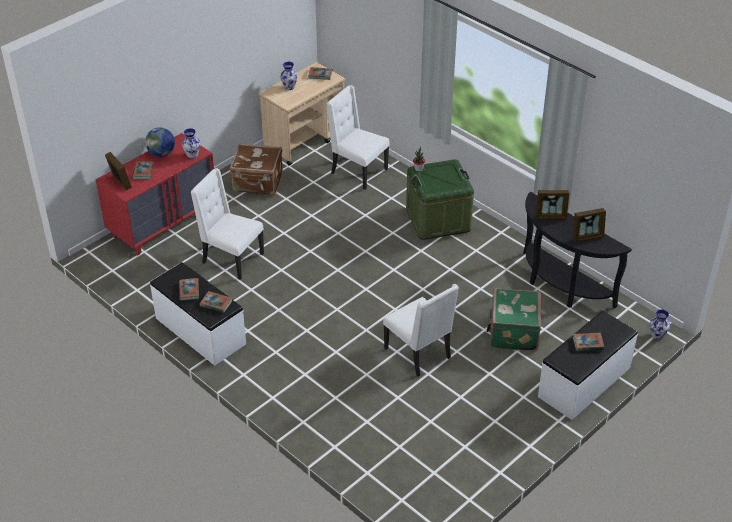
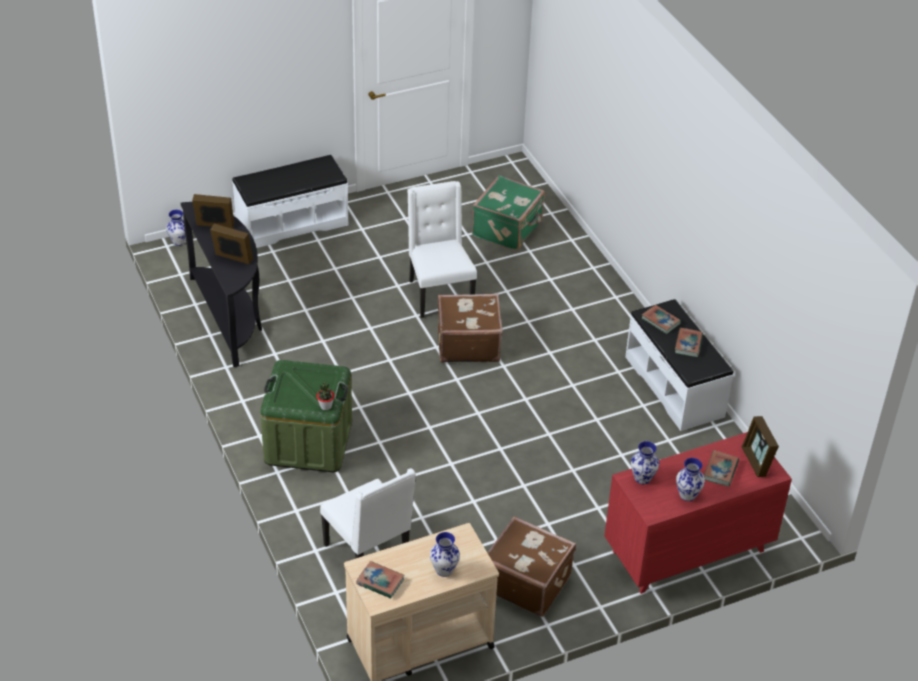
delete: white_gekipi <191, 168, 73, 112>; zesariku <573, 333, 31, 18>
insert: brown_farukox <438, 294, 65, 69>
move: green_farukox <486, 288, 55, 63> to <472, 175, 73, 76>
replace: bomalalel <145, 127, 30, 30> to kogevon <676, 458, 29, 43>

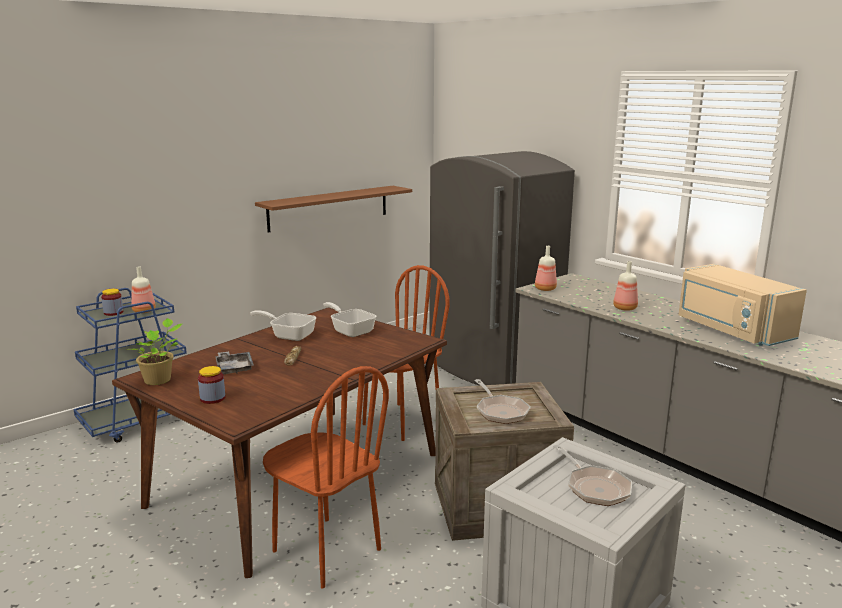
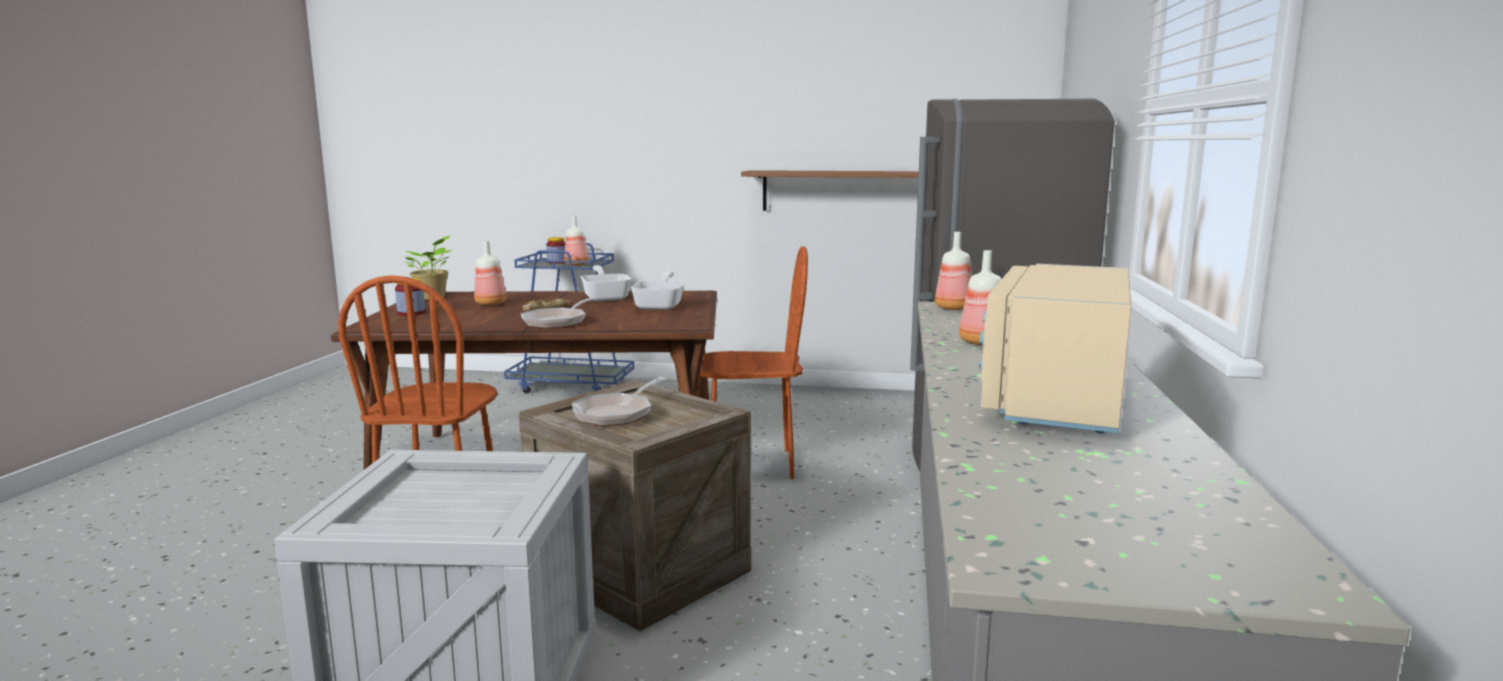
move: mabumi <553, 445, 79, 61> to <521, 297, 76, 32>
replace: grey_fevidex <215, 351, 39, 23> to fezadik <474, 240, 32, 65>

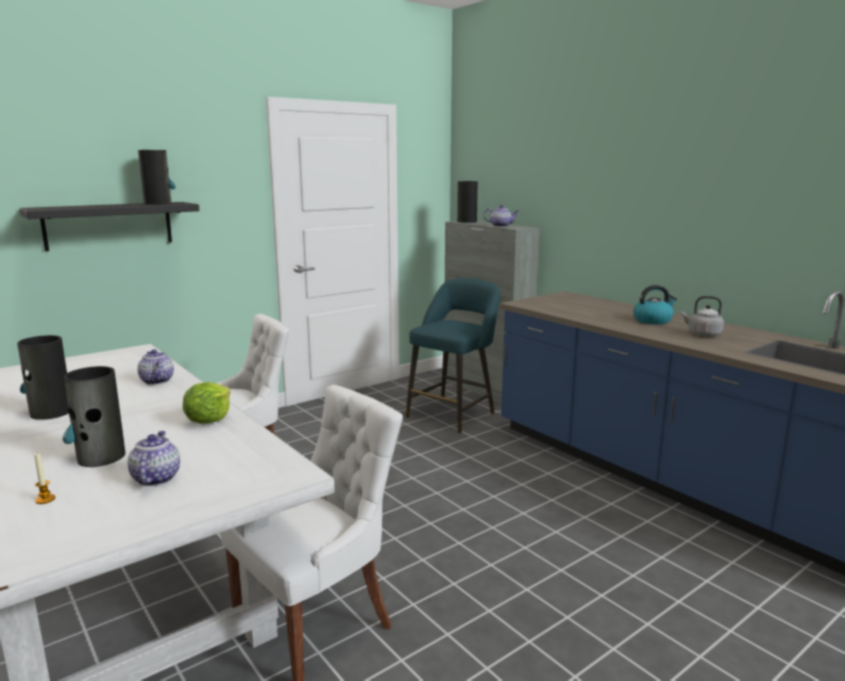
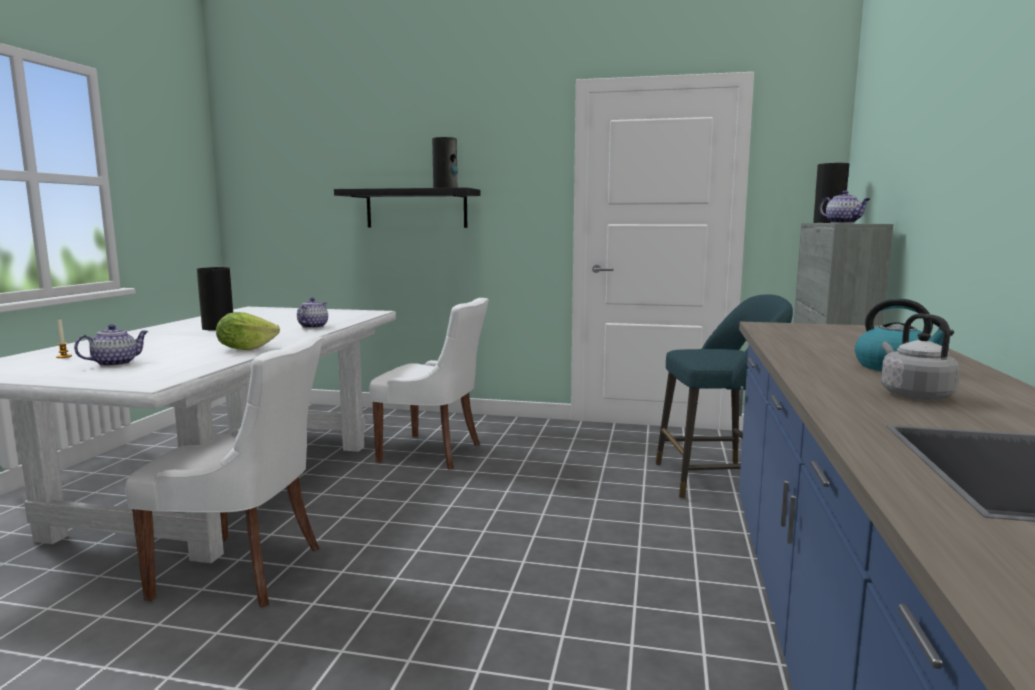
delete: kogevon <63, 366, 62, 101>

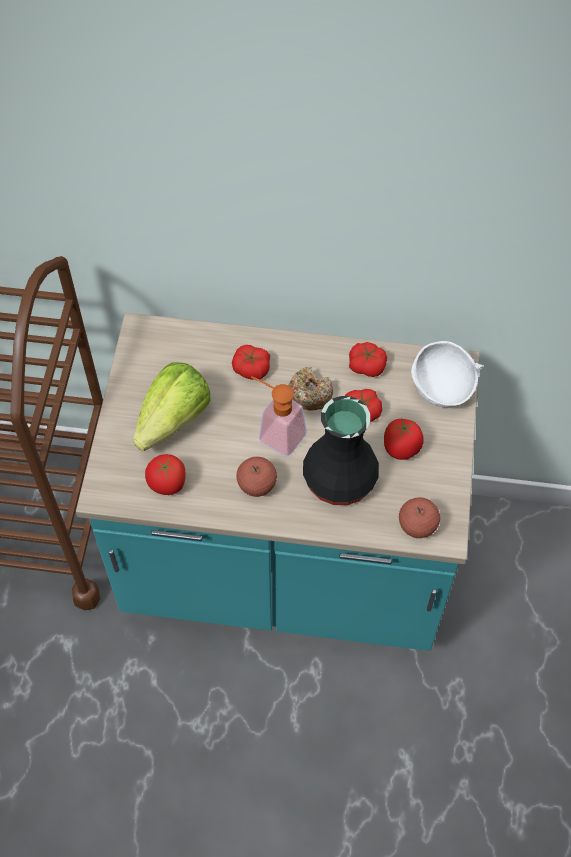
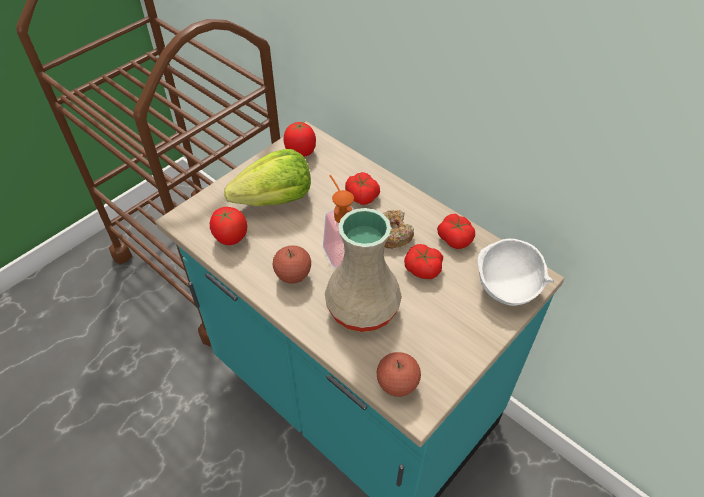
move: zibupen <384, 419, 40, 41> to <283, 122, 33, 35>
recolor: black_kogevon <303, 396, 76, 109> to beige_kogevon <325, 208, 77, 124>

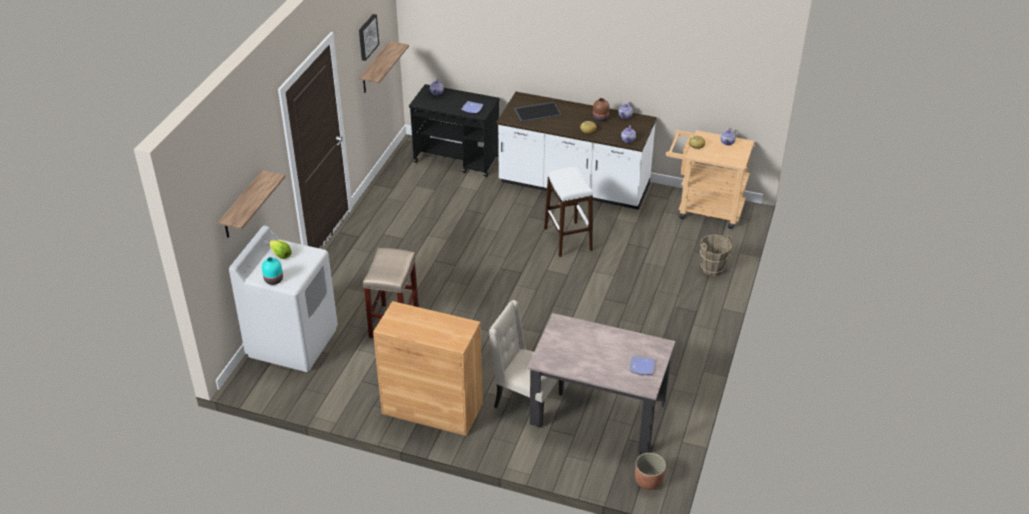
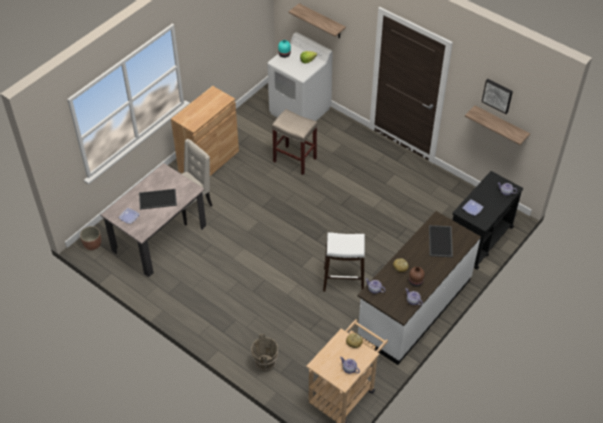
insert: fevidex <139, 189, 38, 21>

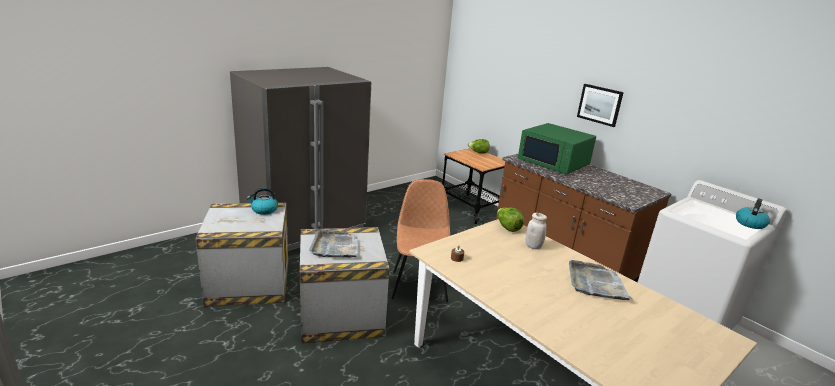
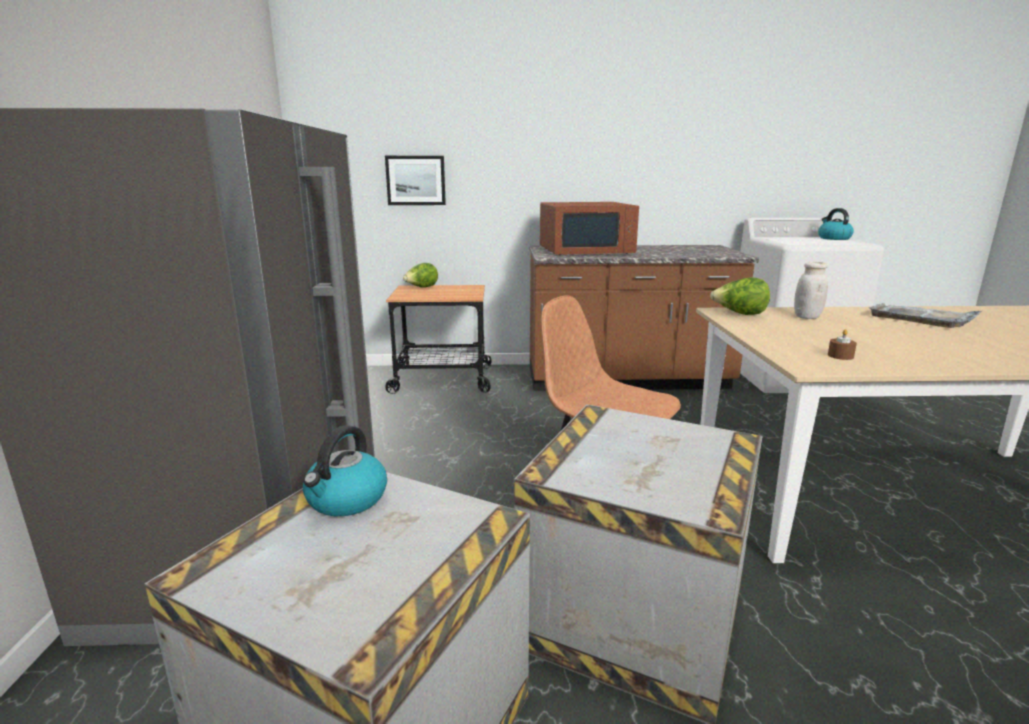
delete: grey_fevidex <309, 230, 49, 28>
move: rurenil <577, 84, 47, 43> to <385, 156, 61, 49>
recolor: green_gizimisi <518, 123, 78, 52> to brown_gizimisi <540, 202, 99, 53>

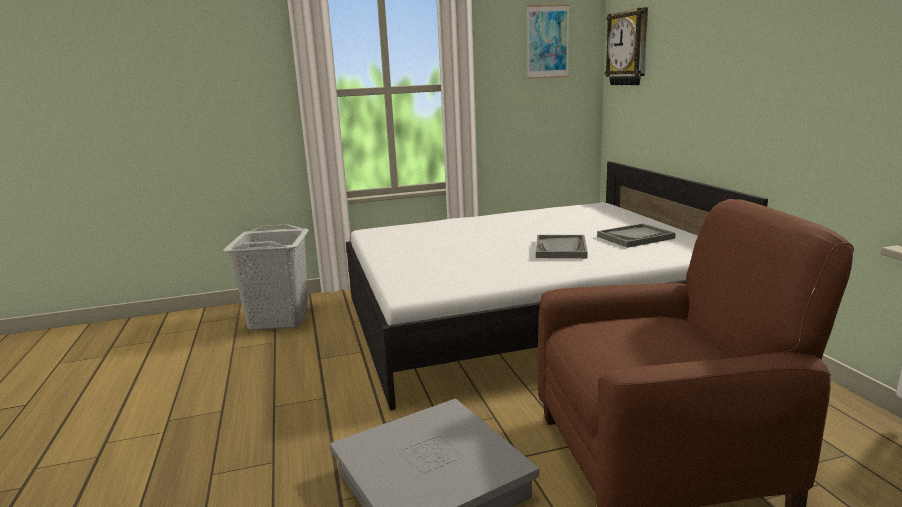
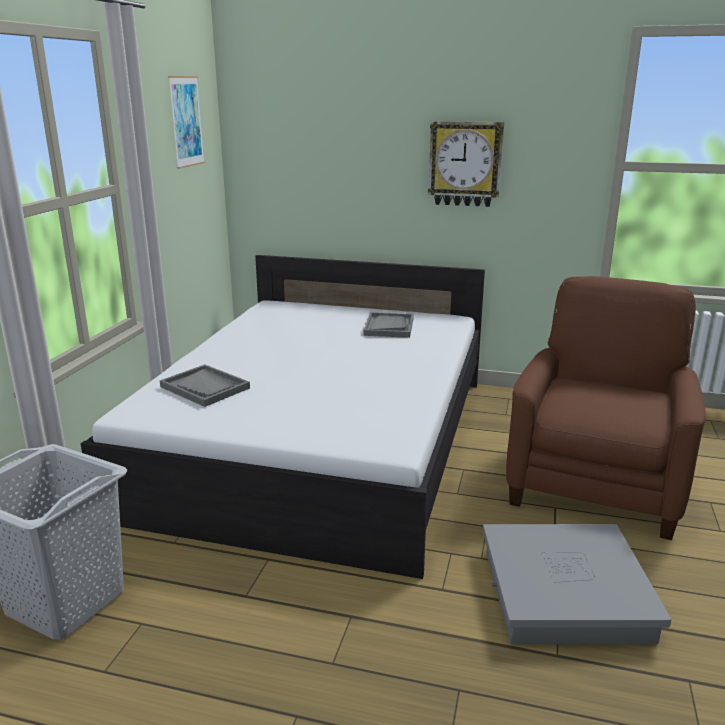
move: grey_fevidex <536, 235, 52, 23> to <160, 364, 90, 43>; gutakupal <605, 7, 43, 78> to <428, 121, 76, 86>

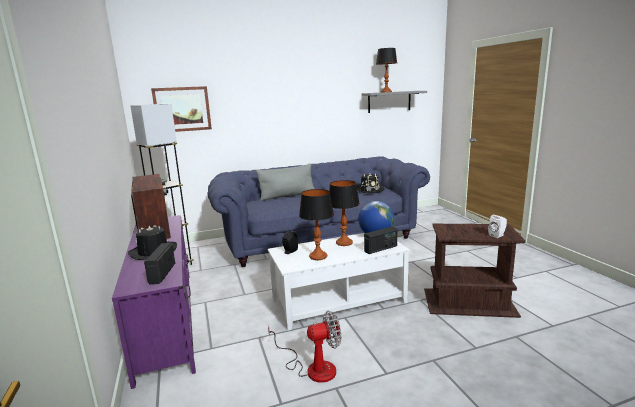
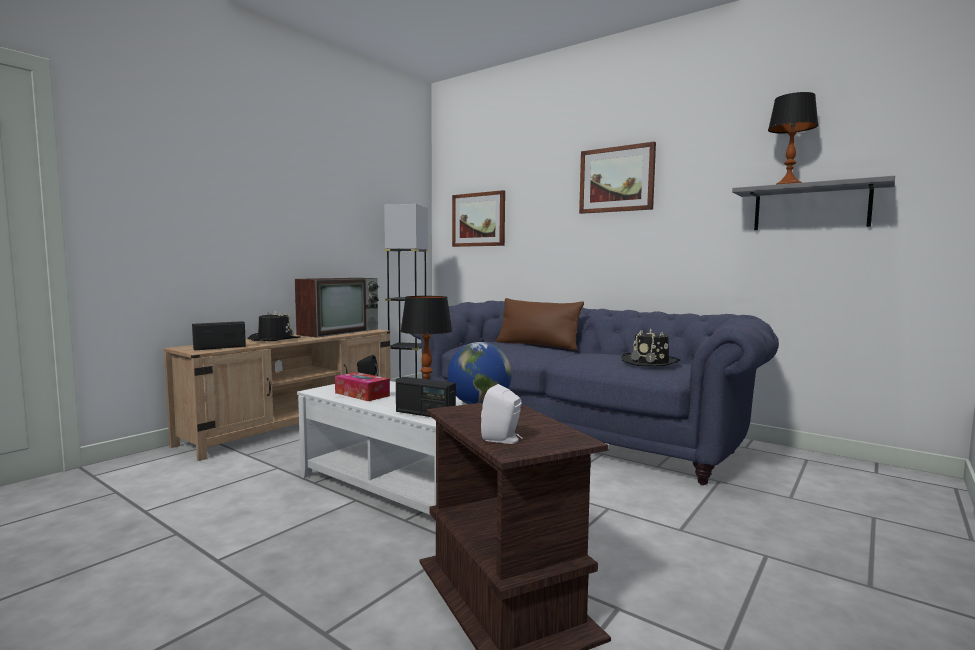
delete: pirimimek <268, 311, 73, 72>
insert: rurenil <579, 142, 77, 72>
replace: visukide <299, 189, 35, 71> to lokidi <335, 372, 55, 29>
recolor: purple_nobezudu <112, 215, 84, 174> to beige_nobezudu <164, 329, 227, 132>; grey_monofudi <256, 163, 59, 38> to brown_monofudi <497, 298, 87, 52>

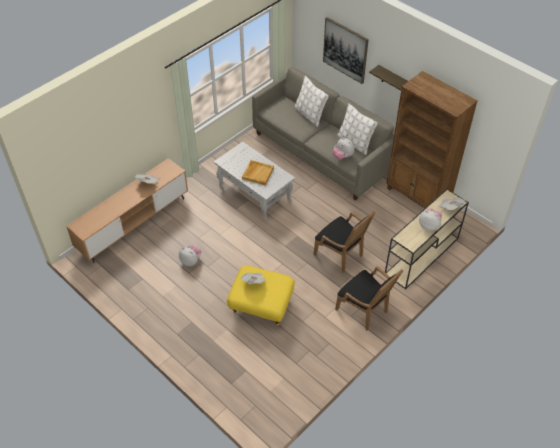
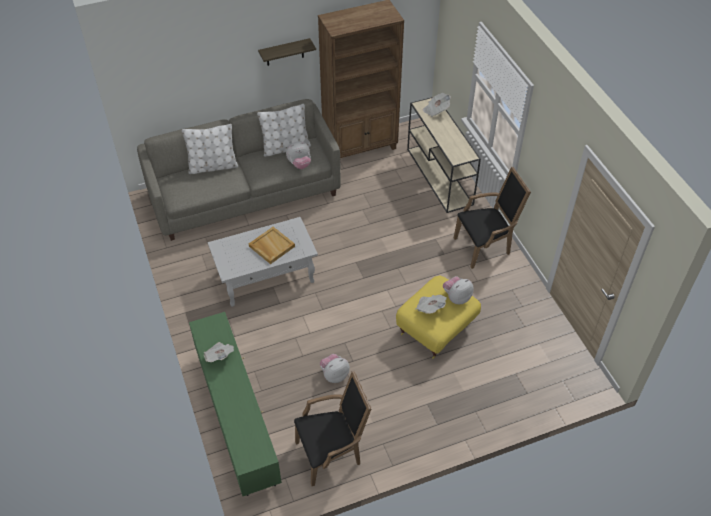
delete: rurenil <323, 17, 46, 67>
move: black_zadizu <313, 211, 62, 62> to <294, 371, 78, 115>; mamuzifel <419, 208, 23, 23> to <443, 276, 31, 28>
recolor: brown_nobezudu <66, 158, 122, 105> to green_nobezudu <189, 312, 93, 184>

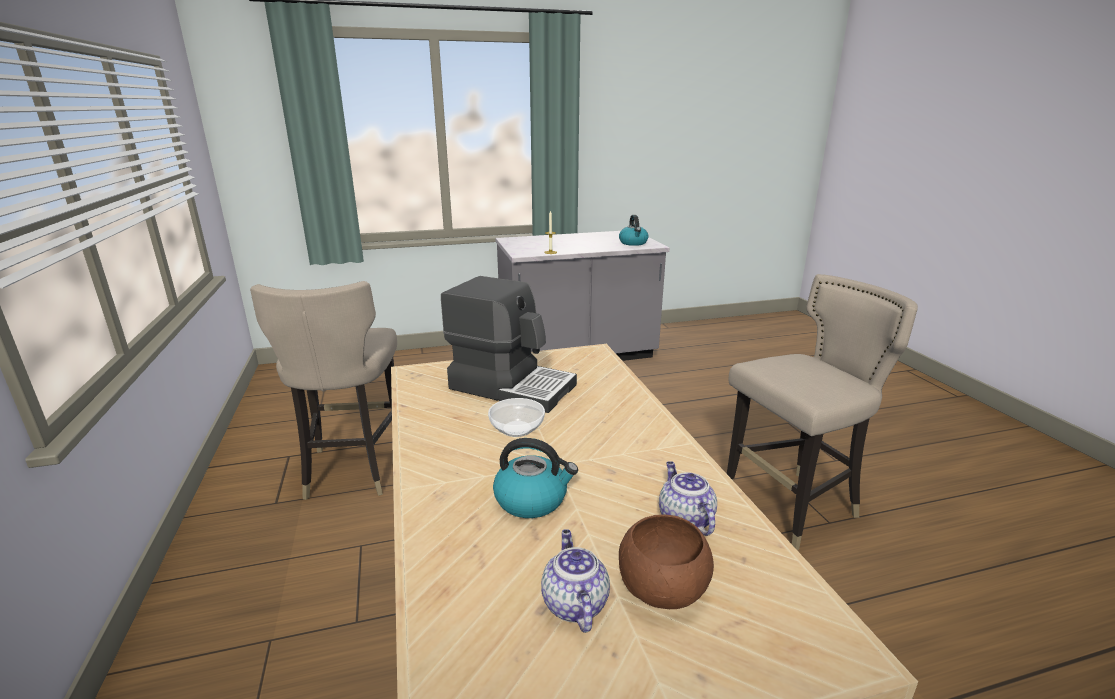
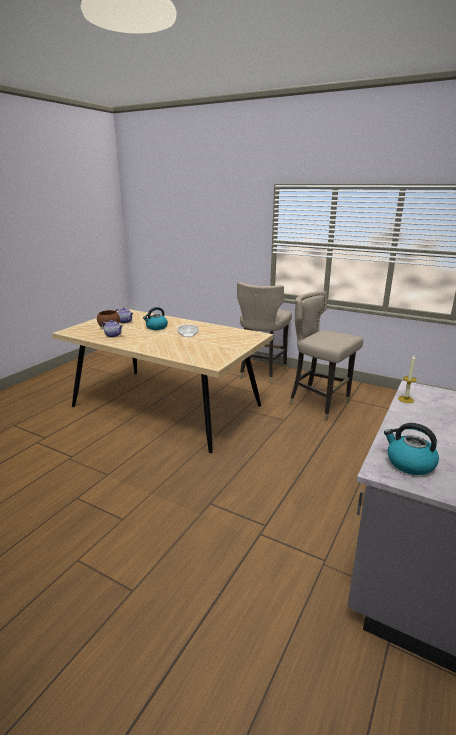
delete: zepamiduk <441, 276, 136, 137>
move: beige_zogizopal <727, 274, 191, 276> to <237, 282, 55, 102>

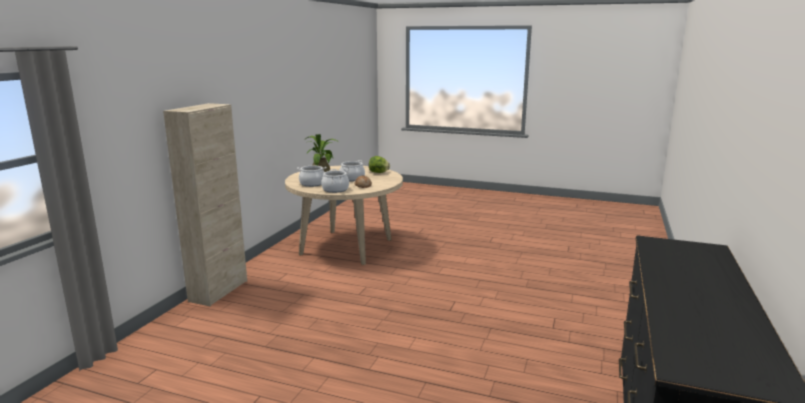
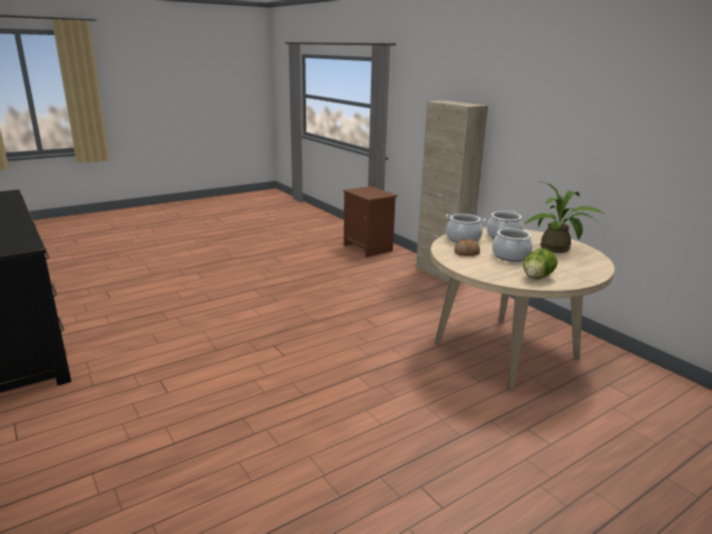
insert: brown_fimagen <343, 186, 55, 72>

